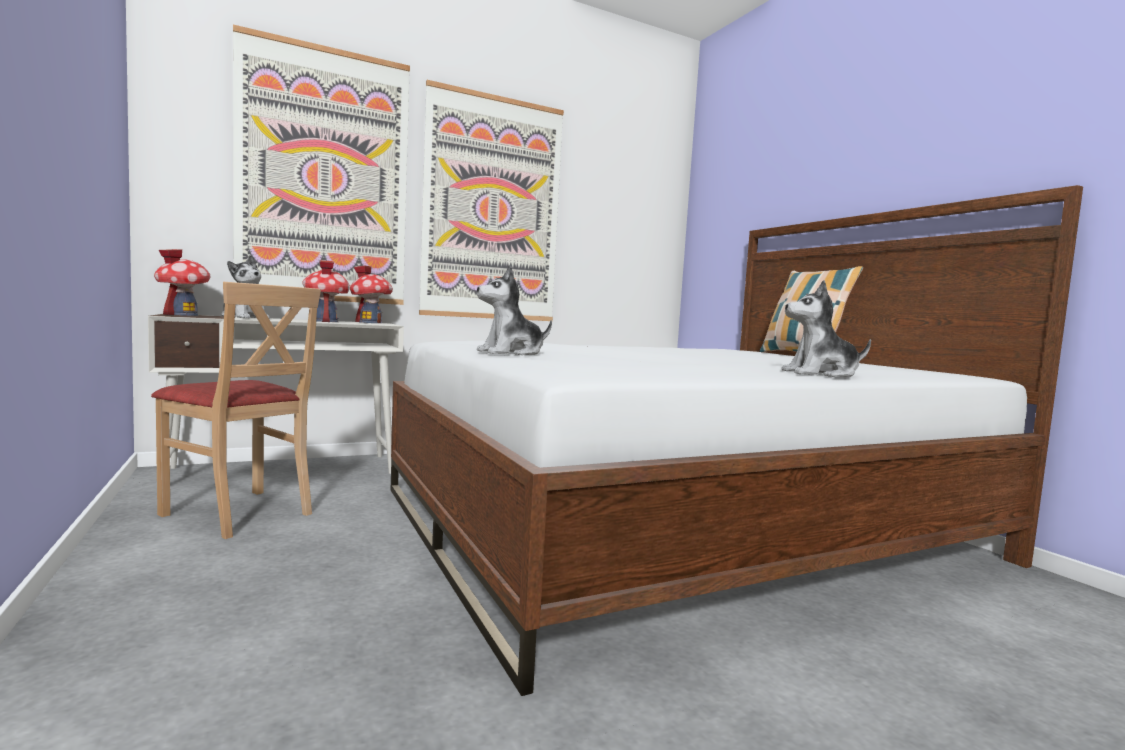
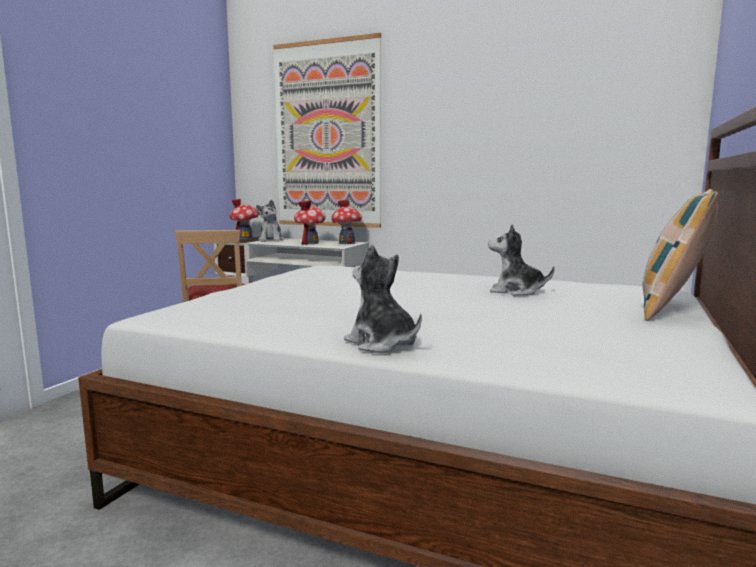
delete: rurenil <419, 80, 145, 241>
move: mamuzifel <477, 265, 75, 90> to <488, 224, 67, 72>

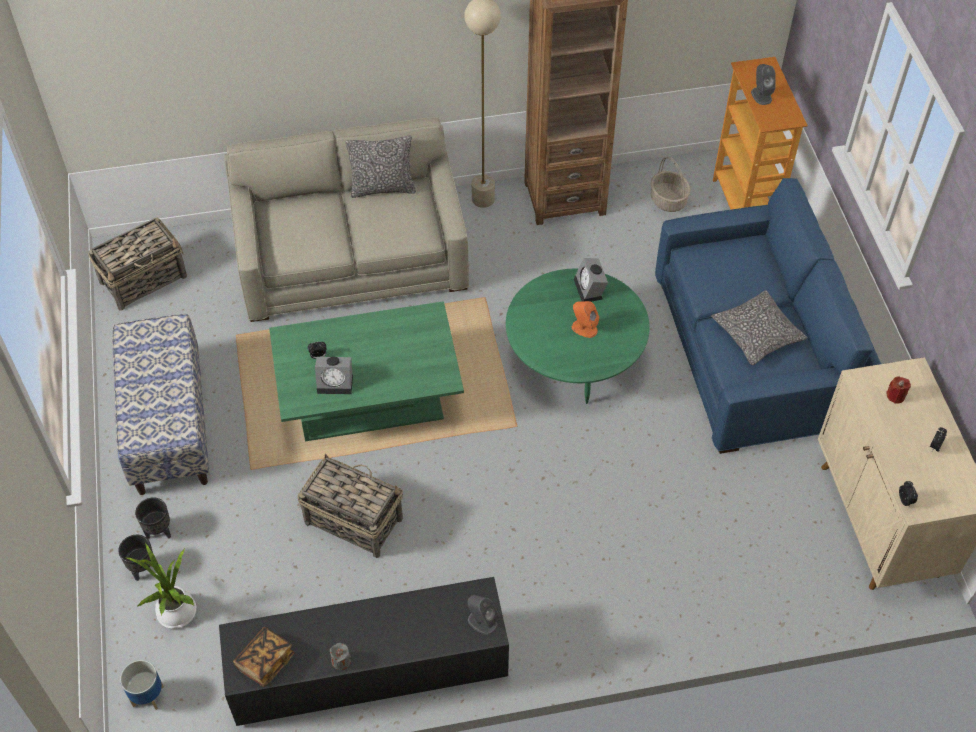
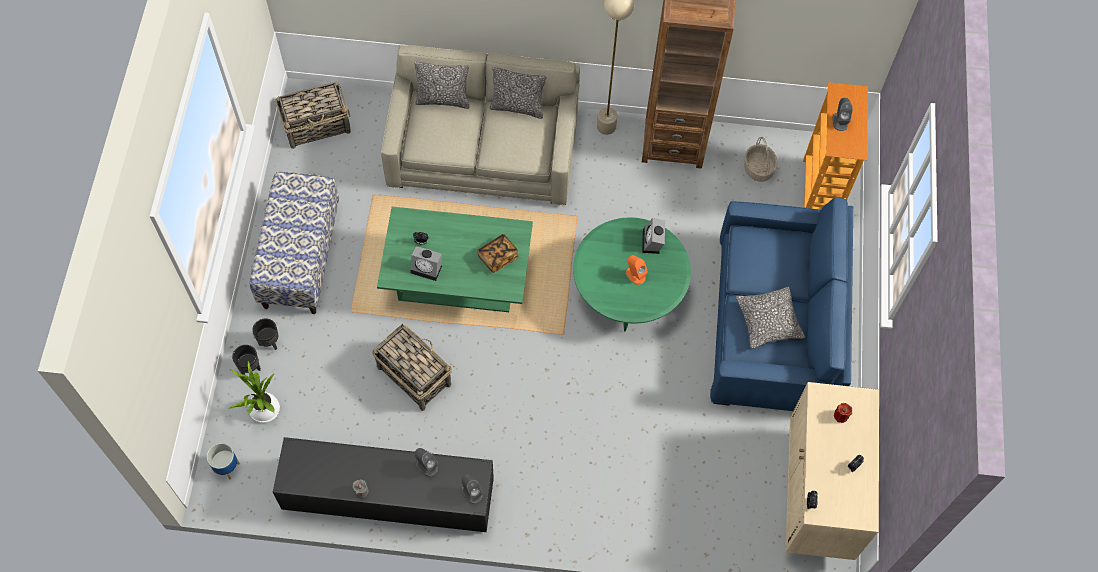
insert: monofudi <414, 62, 56, 47>; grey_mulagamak <415, 448, 23, 29>
move: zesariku <233, 627, 61, 60> to <477, 234, 42, 39>

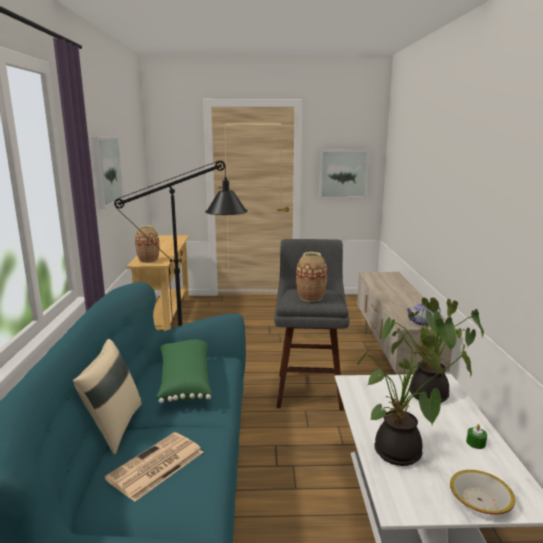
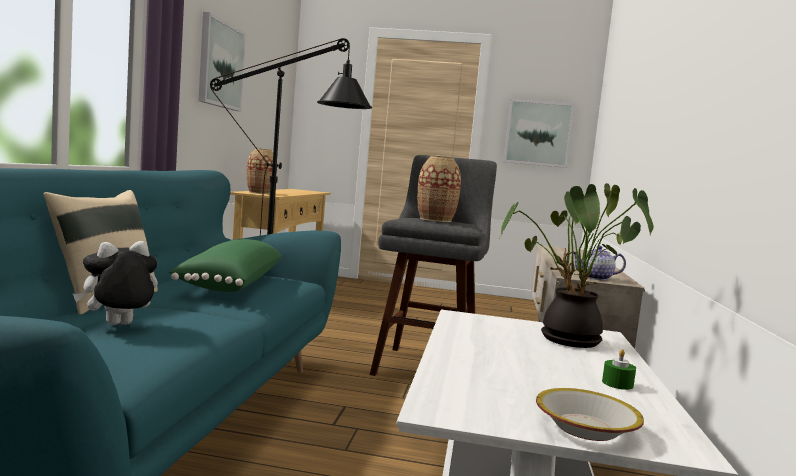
delete: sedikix <357, 328, 115, 138>
replace: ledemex <105, 432, 98, 70> to mamuzifel <73, 241, 85, 84>

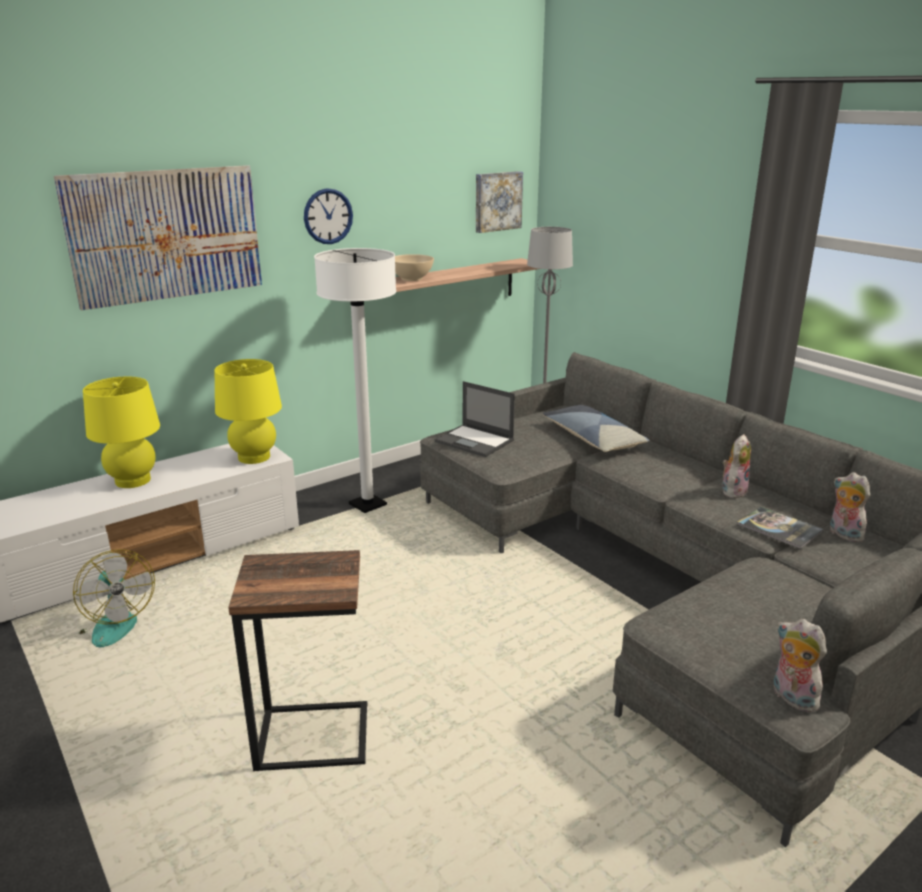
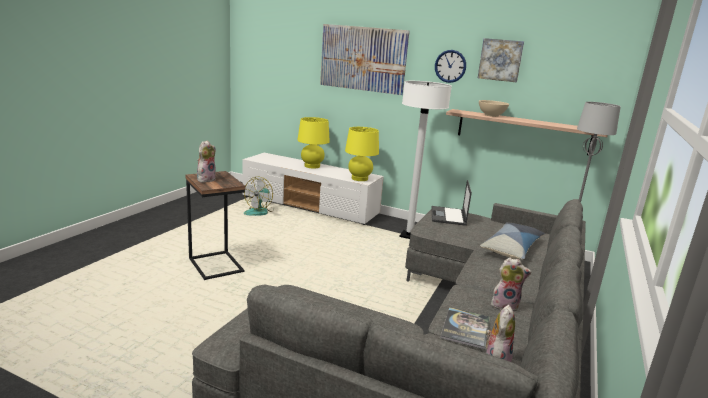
move: rurenil <476, 171, 47, 62> to <478, 38, 46, 44>; mamuzifel <774, 619, 53, 93> to <197, 140, 19, 43>

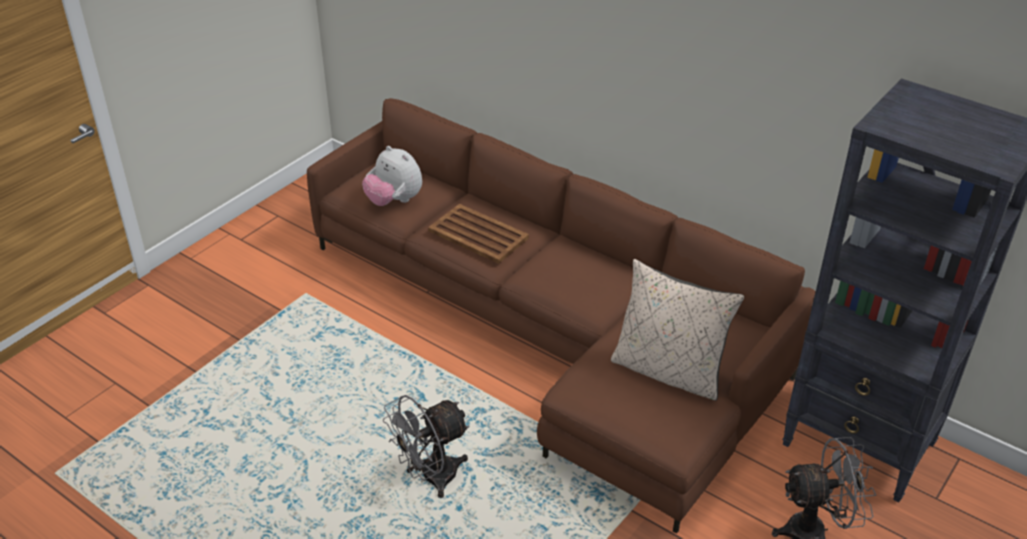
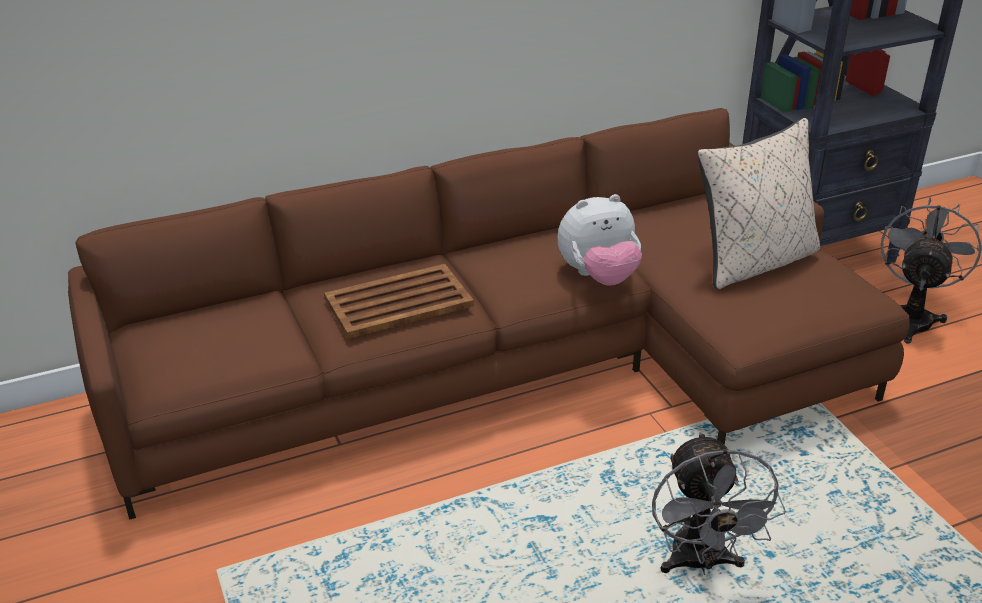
move: mamuzifel <362, 146, 60, 60> to <558, 194, 84, 92>

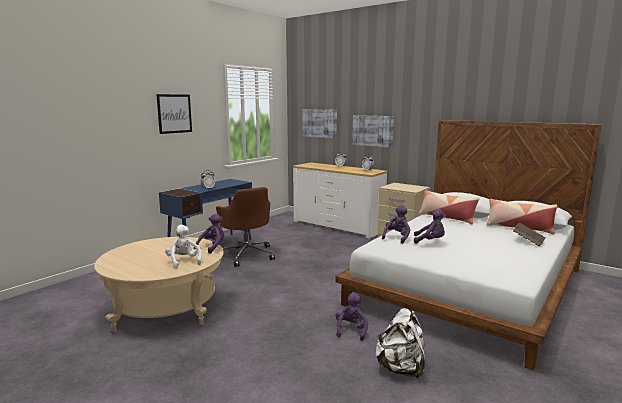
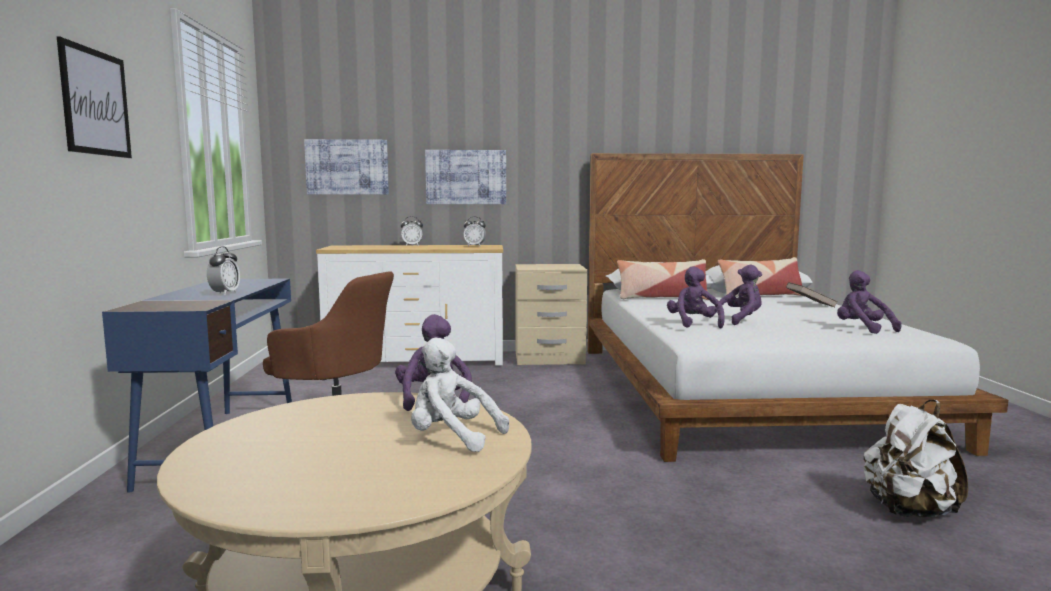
move: purple_mamuzifel <336, 292, 32, 49> to <837, 270, 65, 64>

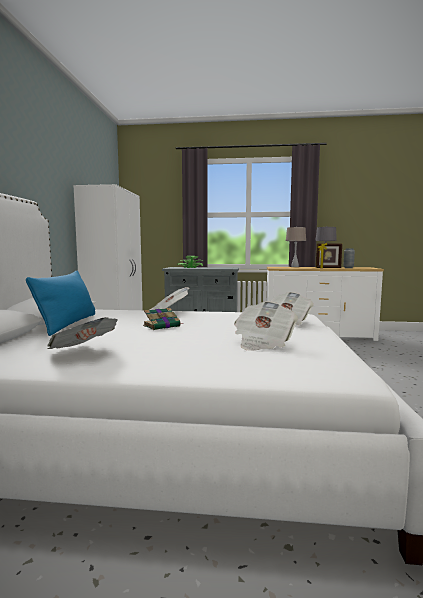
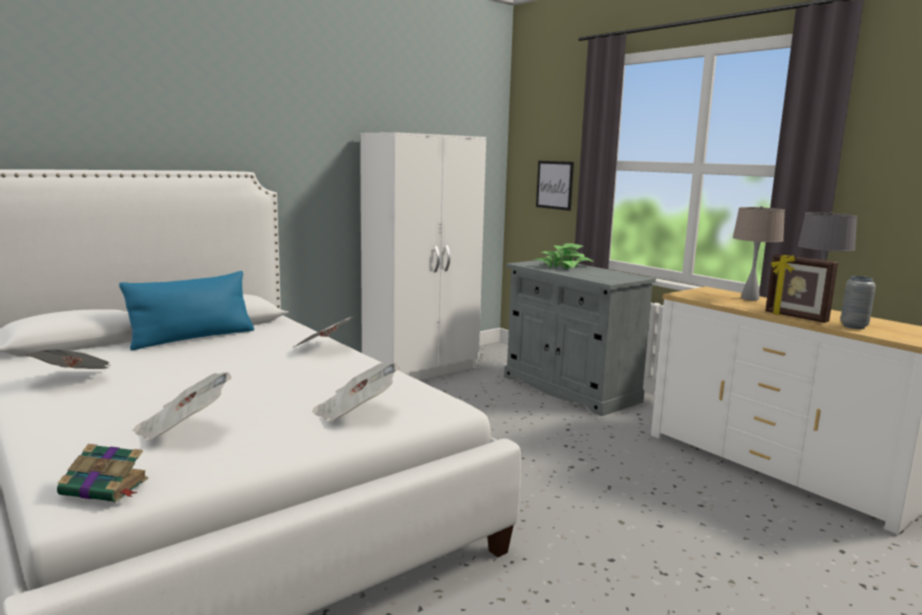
insert: rurenil <536, 161, 38, 50>
move: zesariku <143, 308, 40, 22> to <57, 444, 91, 58>

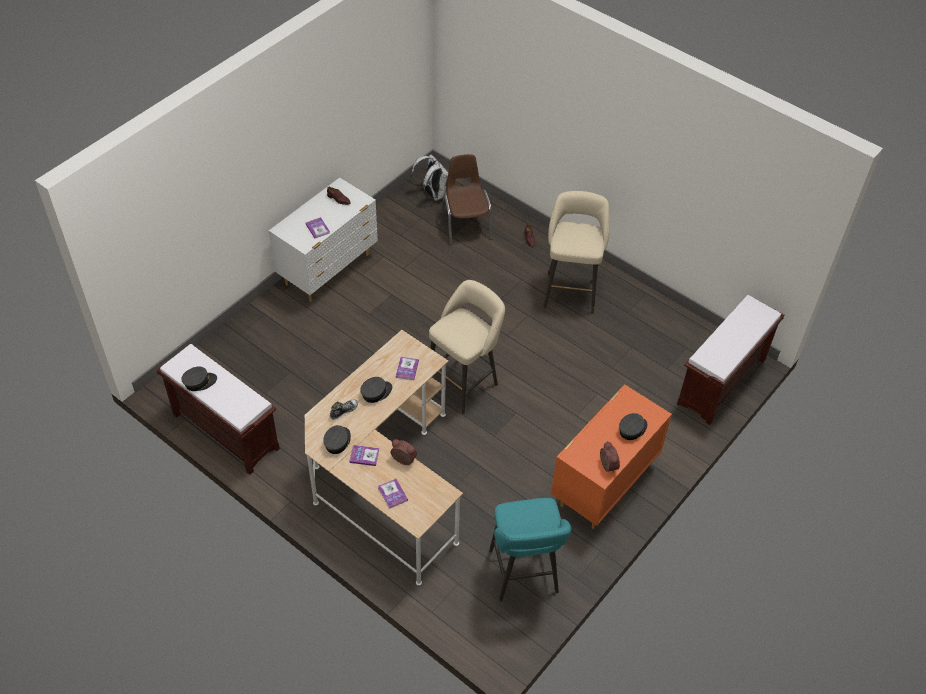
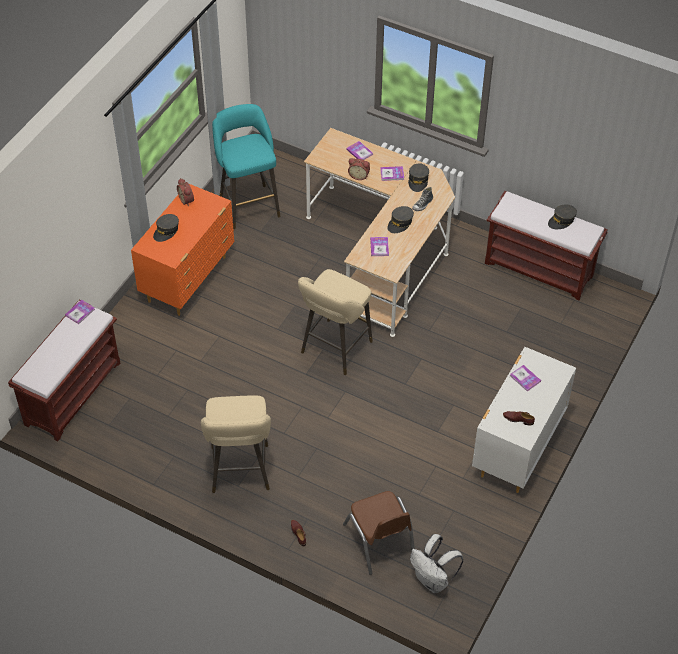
insert: zesariku <65, 300, 30, 24>

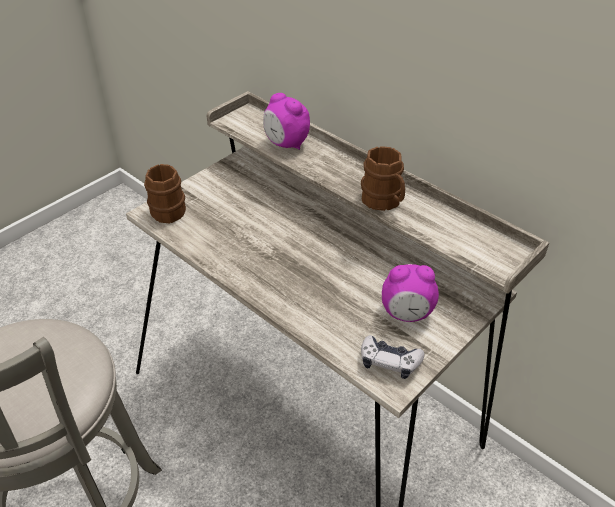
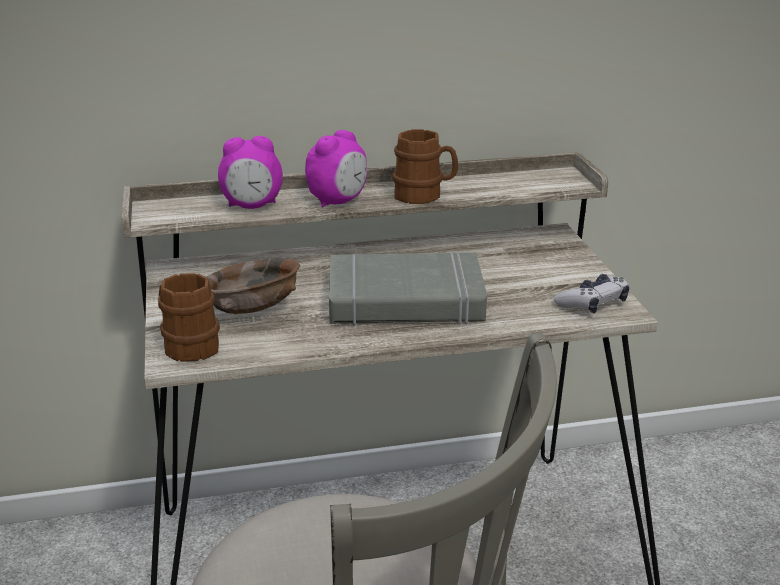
insert: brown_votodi <207, 258, 93, 56>; grey_zesariku <329, 252, 158, 74>
move: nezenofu <382, 264, 57, 58> to <305, 130, 62, 78>

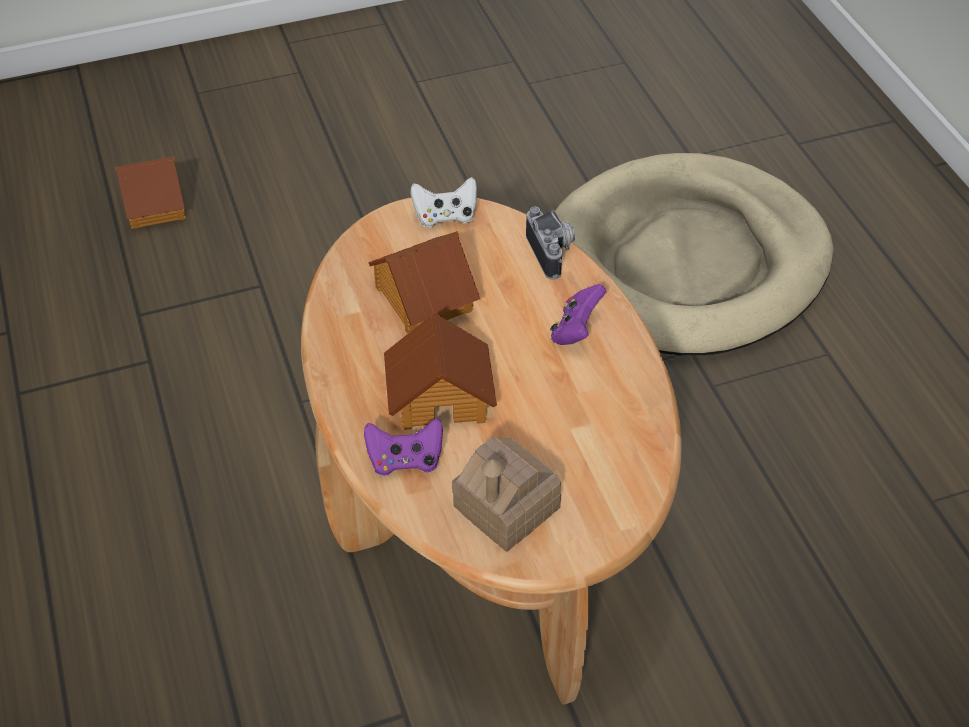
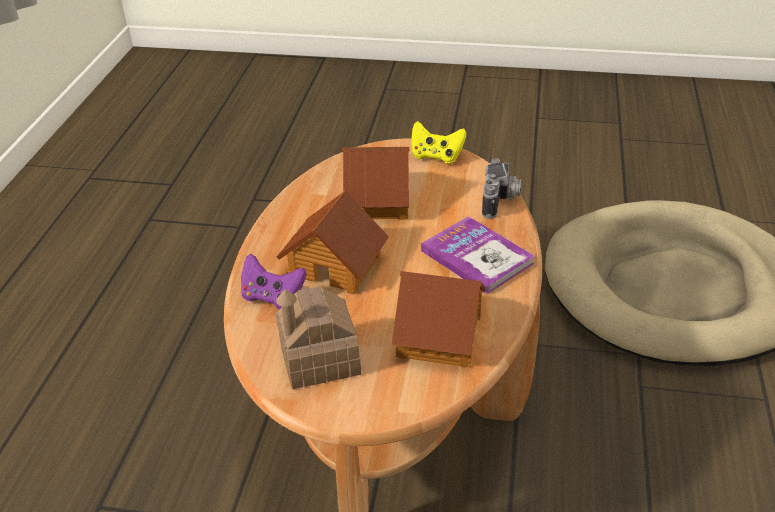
move: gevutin <115, 156, 71, 73> to <392, 271, 93, 97>
replace: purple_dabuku <550, 284, 56, 61> to zesariku <421, 216, 114, 78>
recolor: white_dabuku <411, 177, 66, 51> to yellow_dabuku <411, 121, 55, 43>

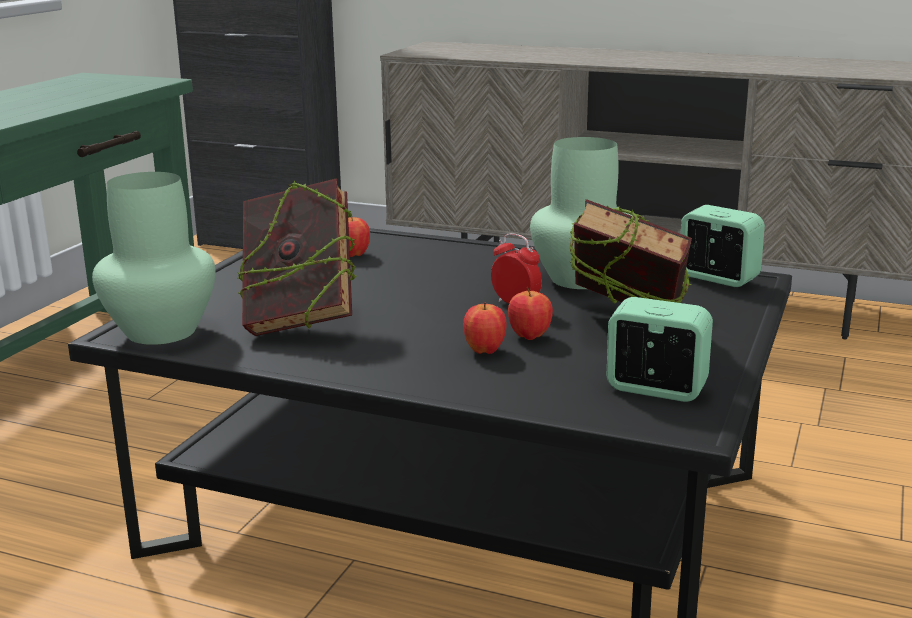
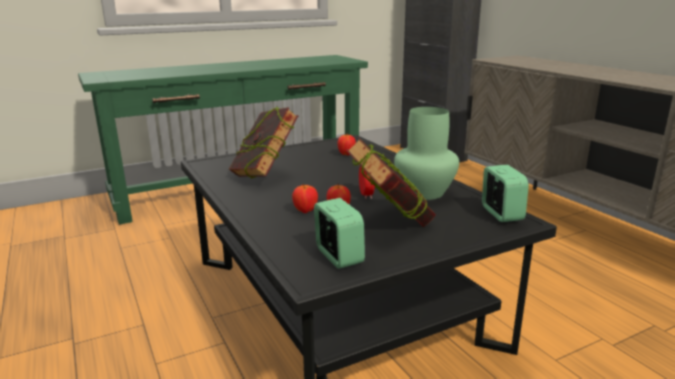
delete: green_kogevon <92, 172, 124, 173>

